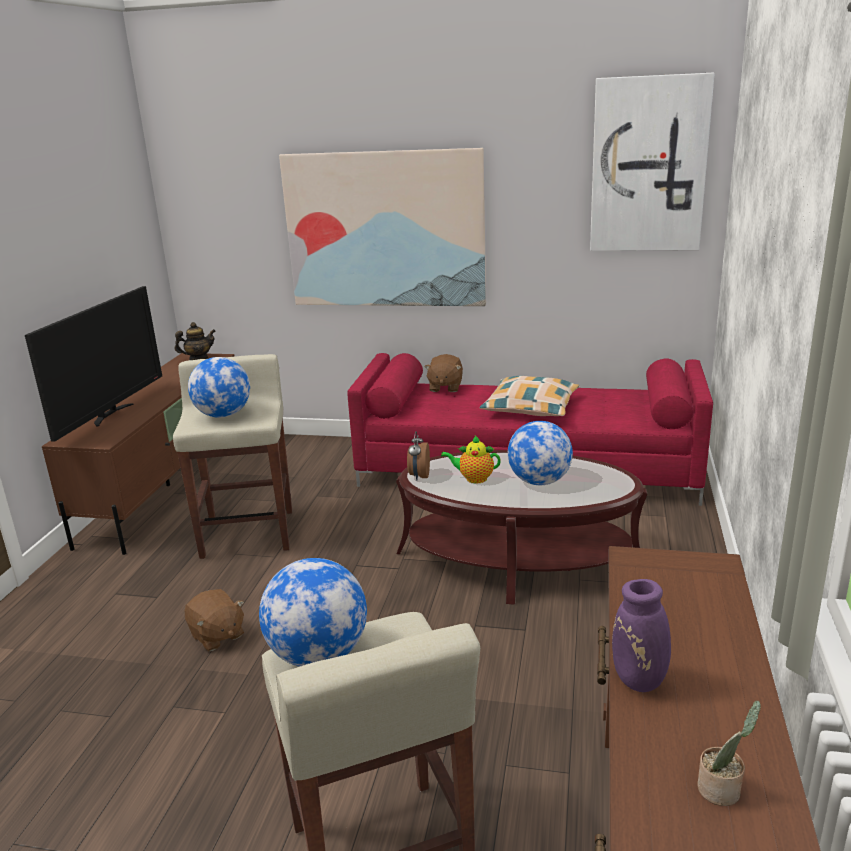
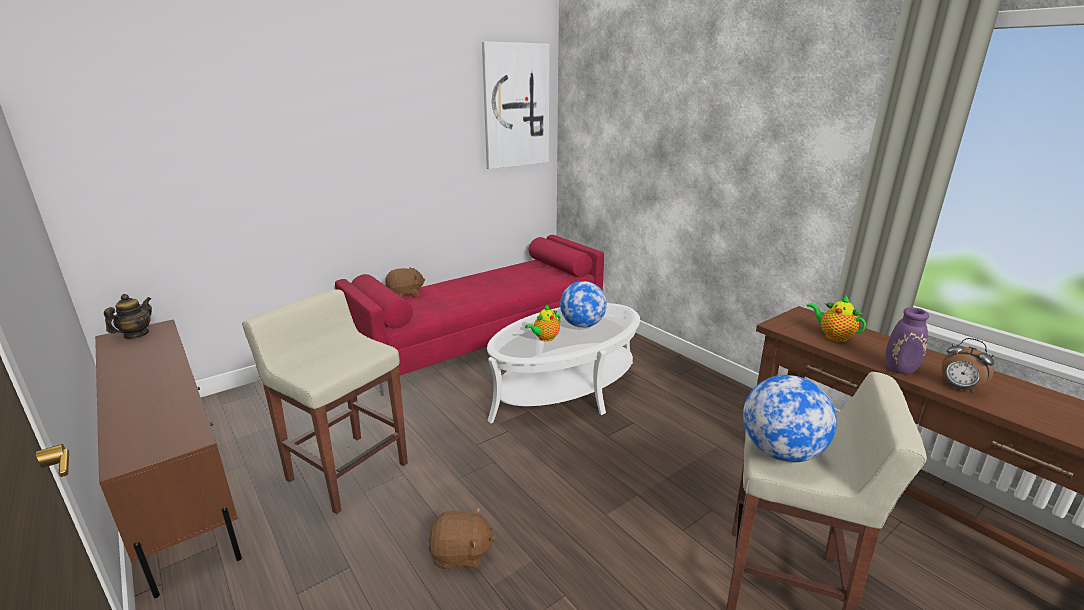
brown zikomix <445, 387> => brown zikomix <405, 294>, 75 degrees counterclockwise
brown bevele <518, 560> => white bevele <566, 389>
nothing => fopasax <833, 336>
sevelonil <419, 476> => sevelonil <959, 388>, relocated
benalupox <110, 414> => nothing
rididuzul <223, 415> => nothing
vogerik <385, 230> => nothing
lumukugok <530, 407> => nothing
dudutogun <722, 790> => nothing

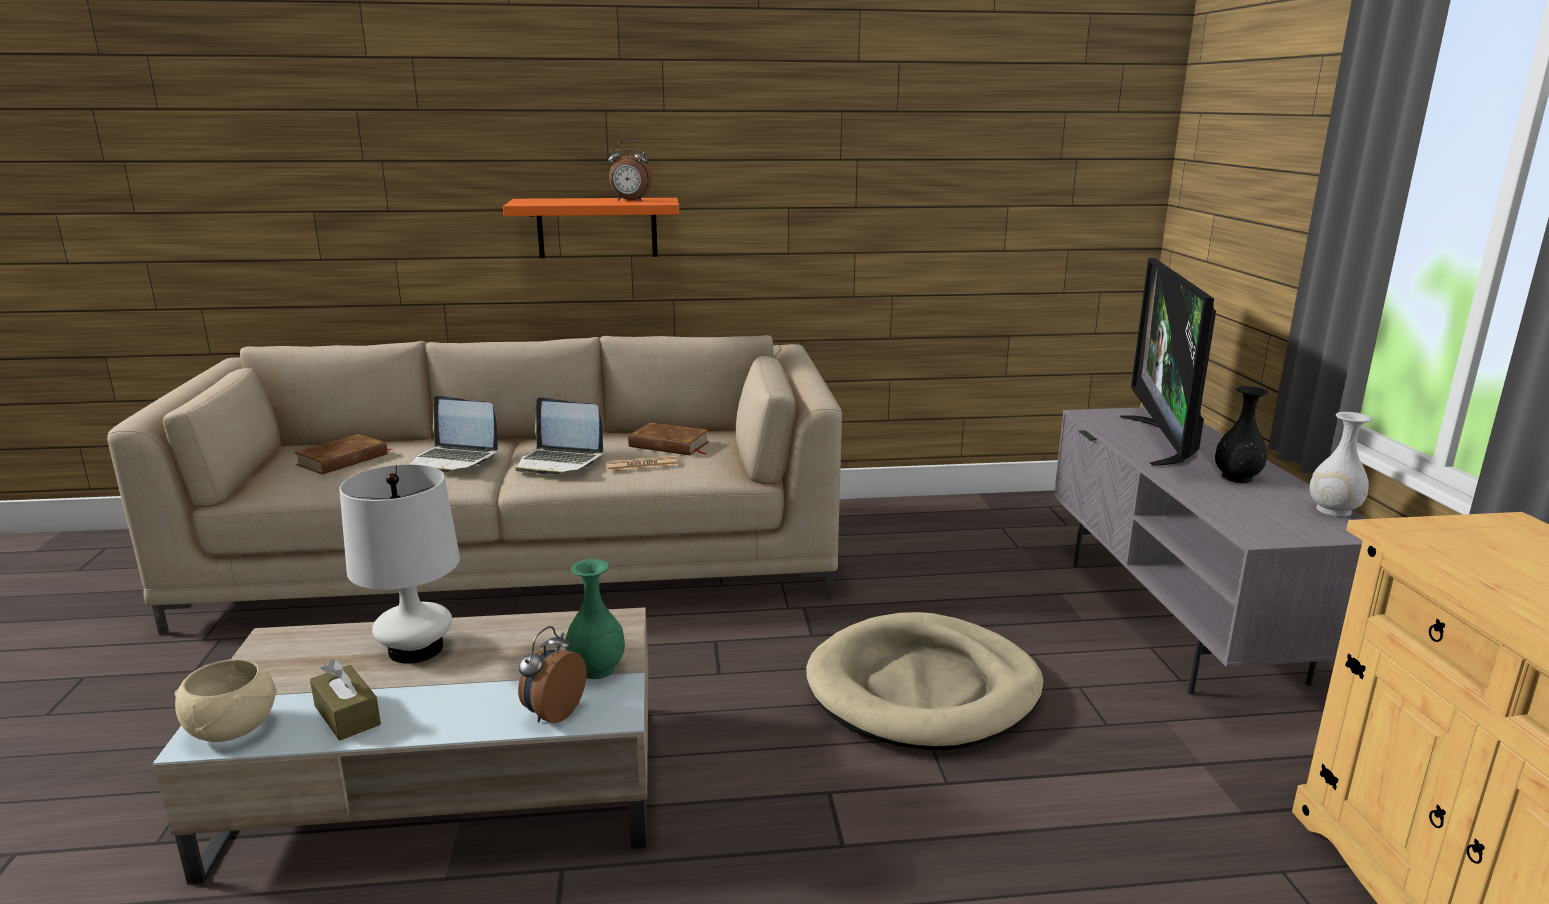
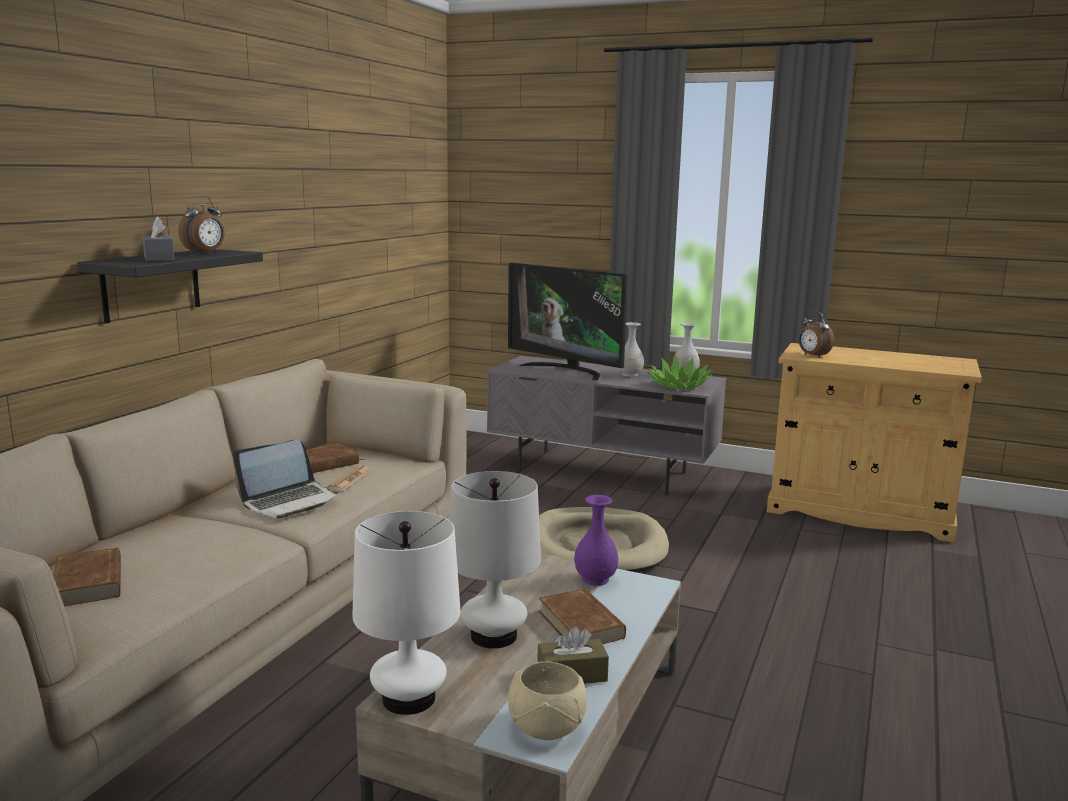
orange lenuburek <597, 227> => black lenuburek <151, 284>
nothing => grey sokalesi <159, 258>
nothing => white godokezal <408, 698>
nothing => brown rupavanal <581, 624>
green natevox <597, 669> => purple natevox <596, 579>
black natevox <1236, 477> => white natevox <629, 375>
nothing => dudutogun <678, 386>
sevelonil <552, 713> => sevelonil <812, 356>, relocated
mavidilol <454, 460> => nothing

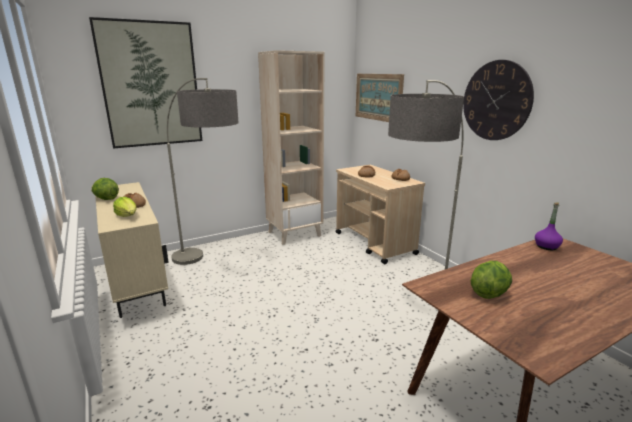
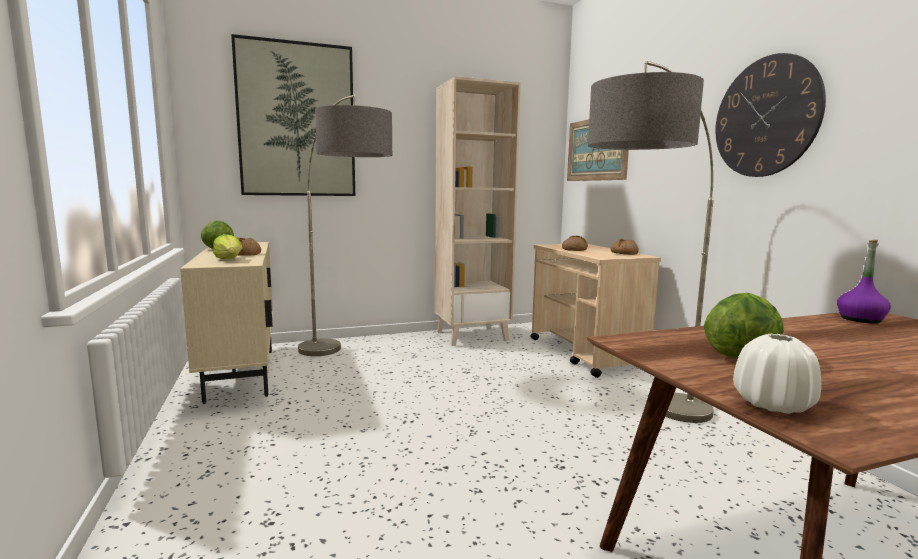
nothing => white natevox <772, 404>

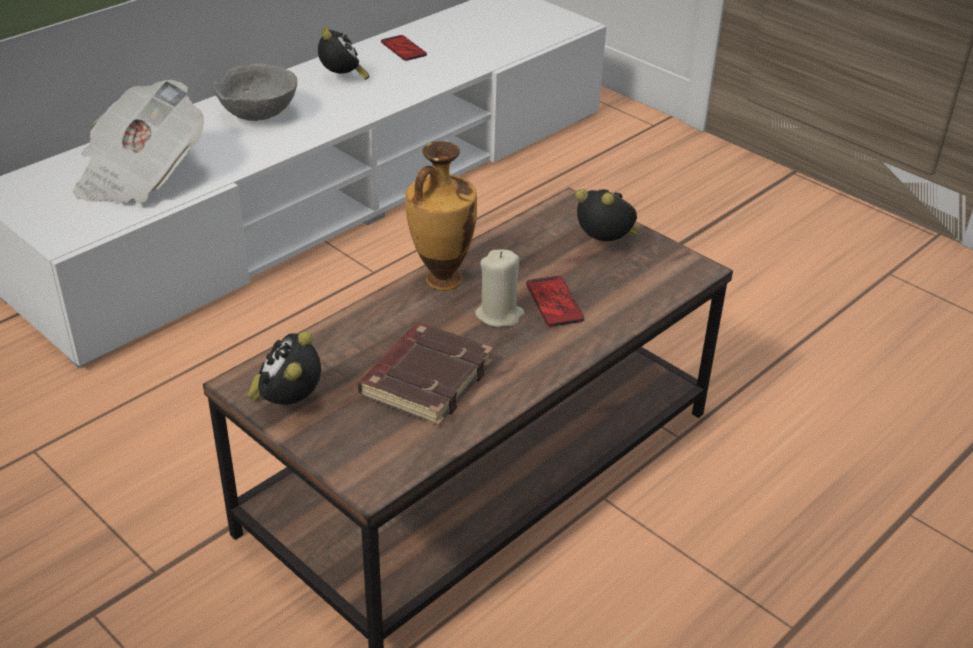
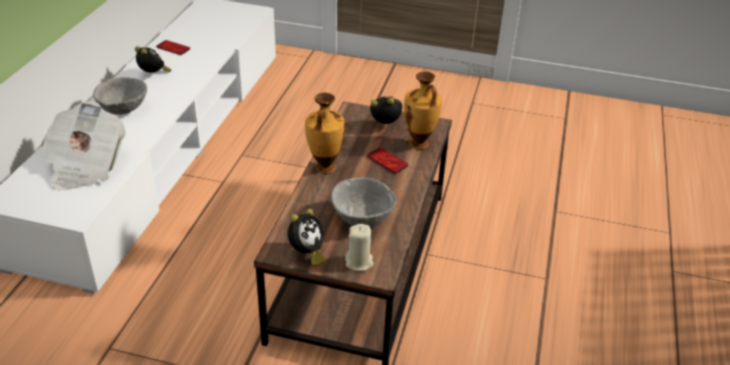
sevelonil <288, 402> => sevelonil <306, 254>, 120 degrees counterclockwise
brown rupavanal <425, 379> => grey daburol <361, 218>
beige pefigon <499, 315> => beige pefigon <359, 262>, relocated
nothing => natevox <419, 144>

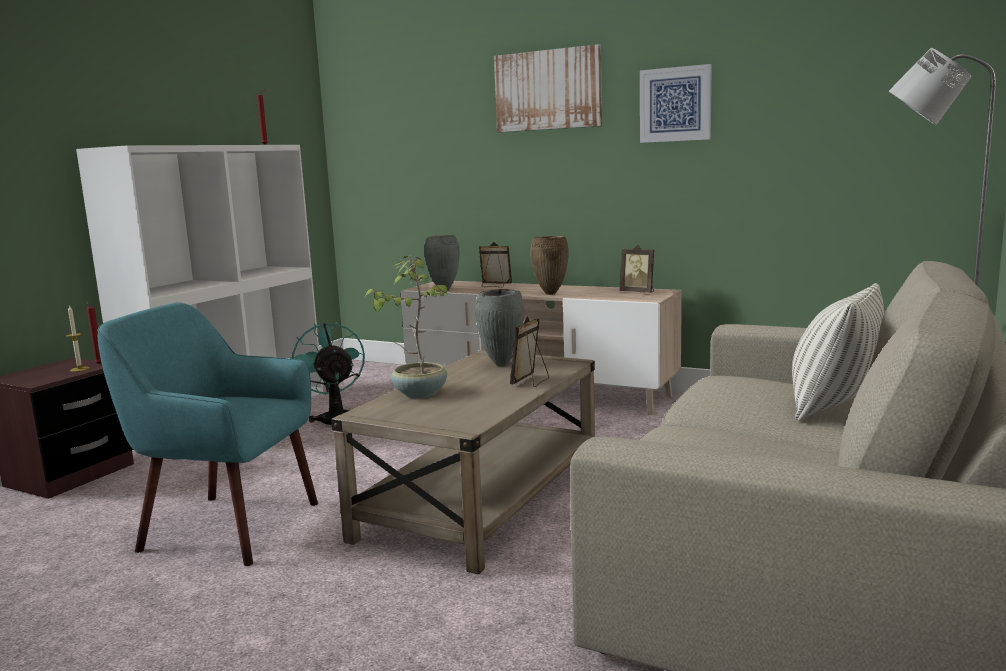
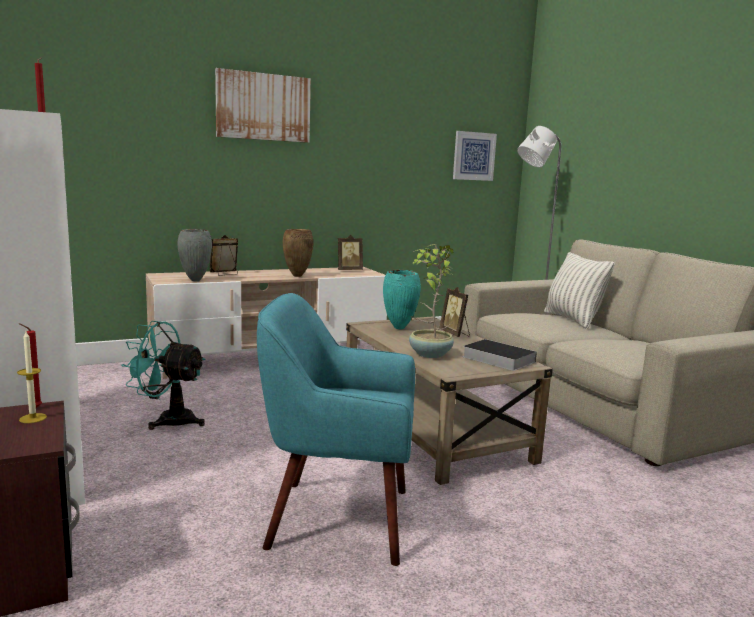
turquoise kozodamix <228, 527> => turquoise kozodamix <337, 518>, 45 degrees clockwise
grey natevox <501, 365> => turquoise natevox <400, 328>
vogerik <675, 104> => vogerik <473, 156>, relocated
nothing => rupavanal <496, 359>

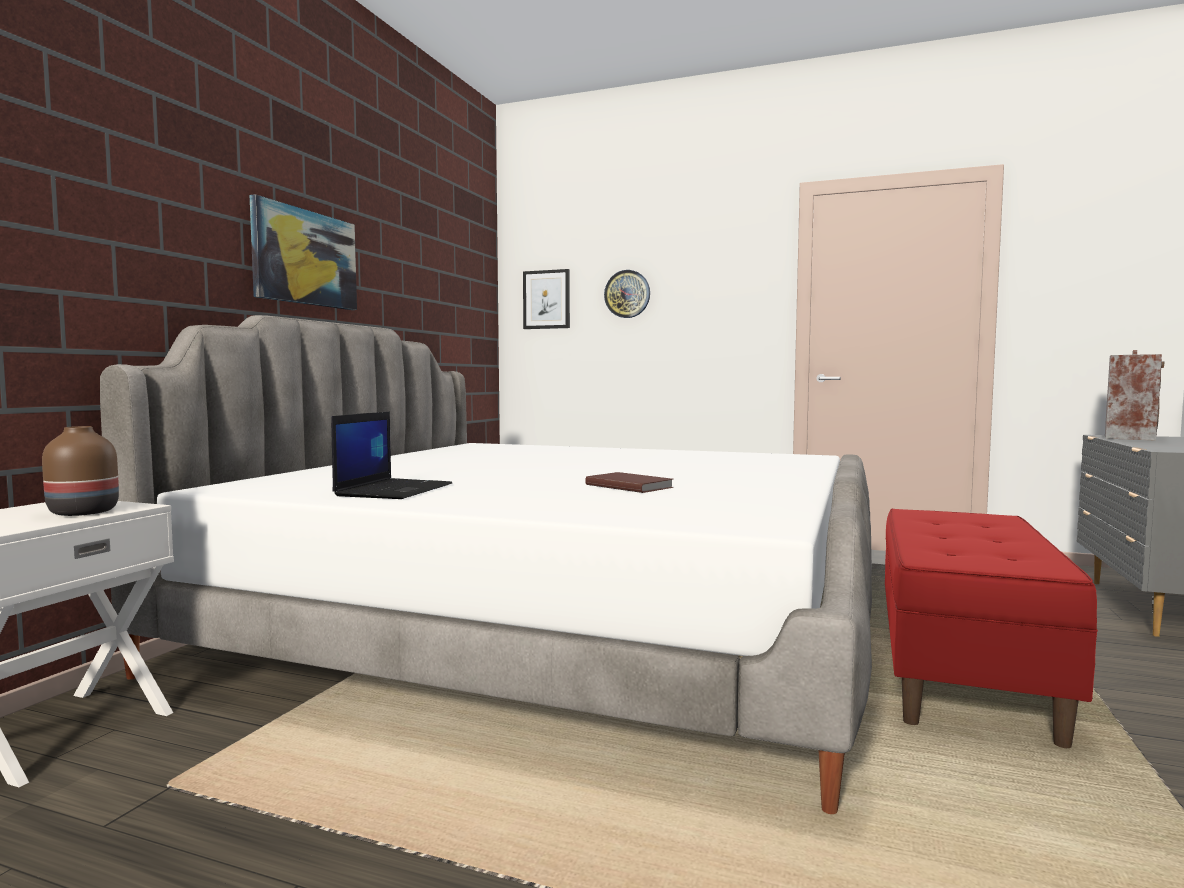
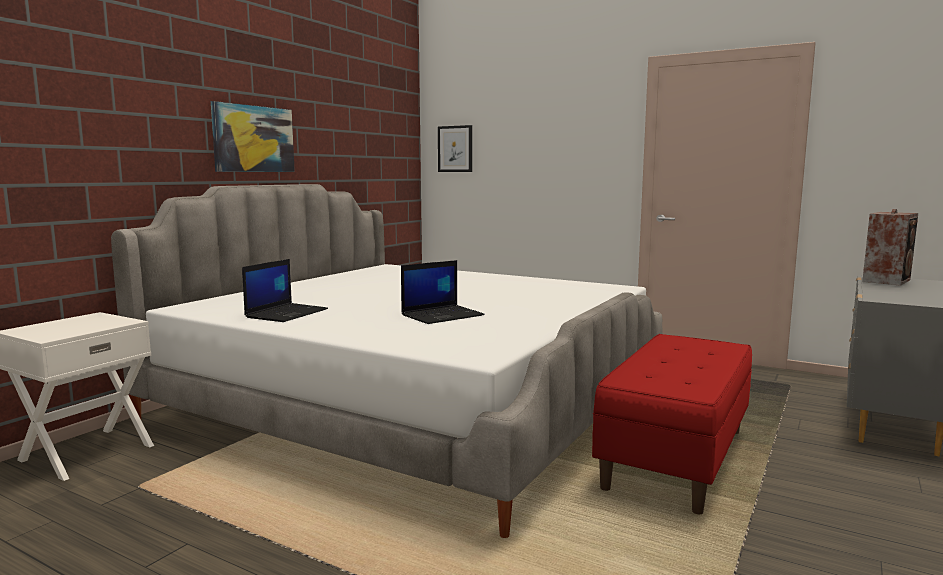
brown rupavanal <629, 486> => mavidilol <442, 315>
brown natevox <81, 512> => nothing
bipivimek <627, 294> => nothing

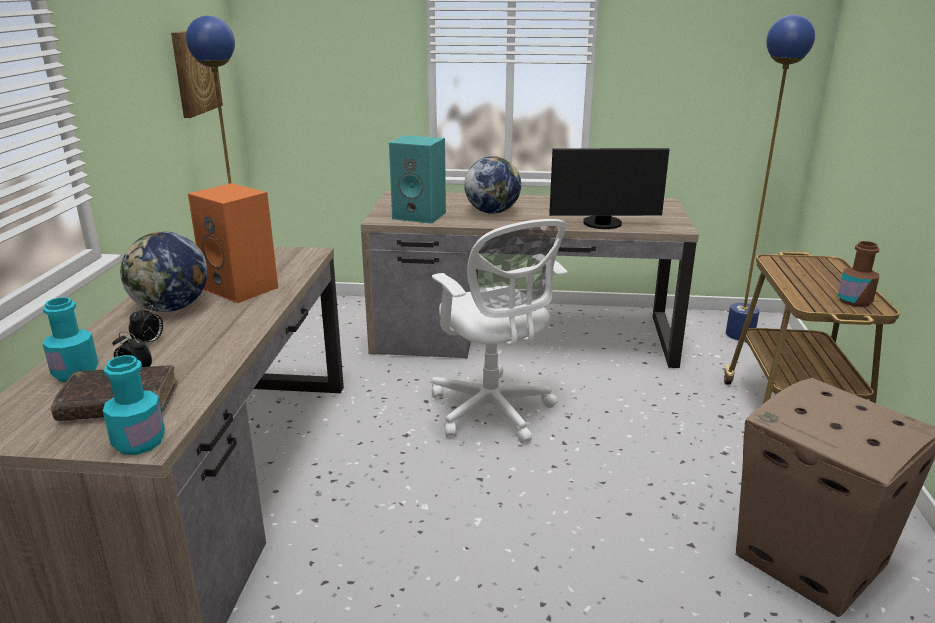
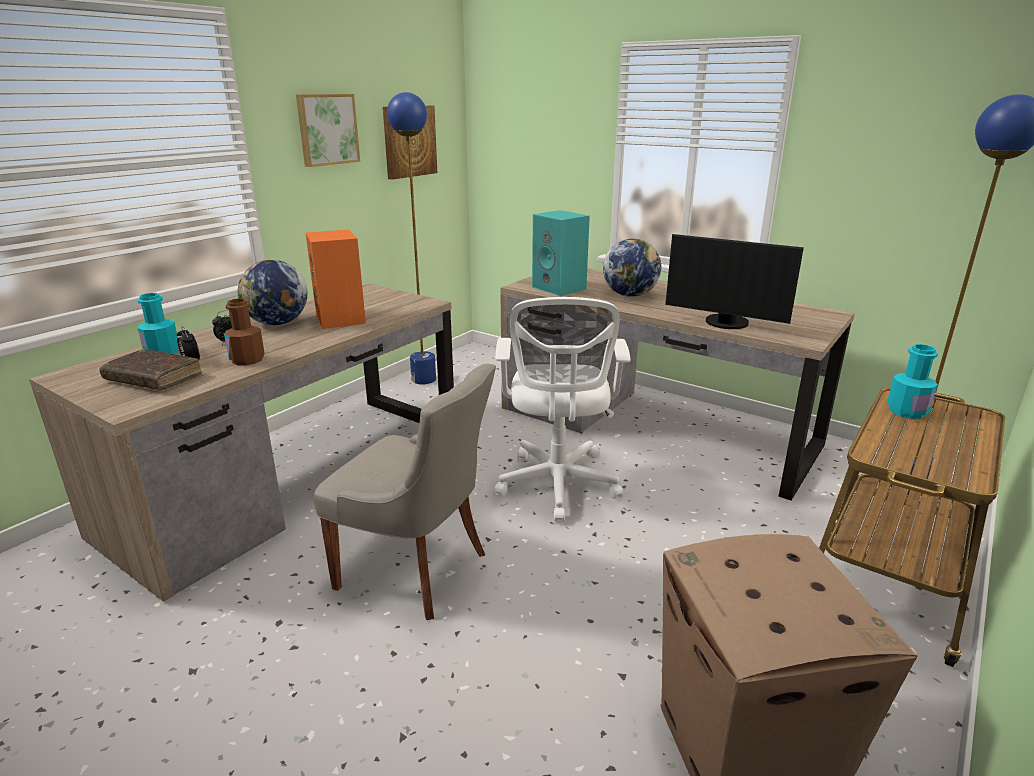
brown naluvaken <854, 301> => brown naluvaken <247, 360>, relocated
nothing => vogerik <327, 129>
nothing => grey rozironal <416, 570>
turquoise naluvaken <139, 442> => turquoise naluvaken <907, 411>, relocated

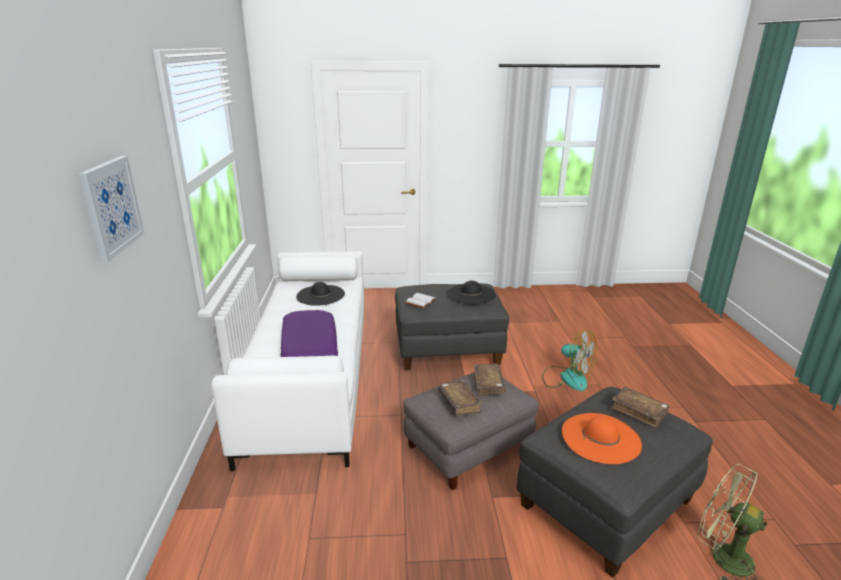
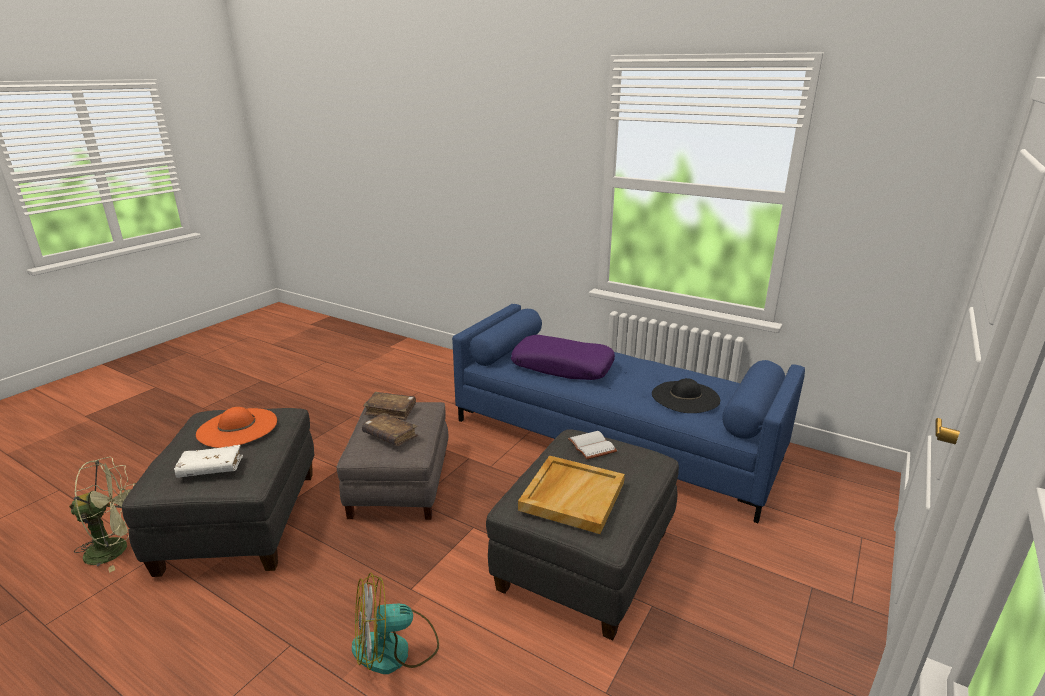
brown rupavanal <638, 412> => white rupavanal <211, 469>
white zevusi <310, 375> => blue zevusi <614, 438>
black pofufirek <470, 294> => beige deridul <572, 495>
vogerik <111, 206> => nothing

